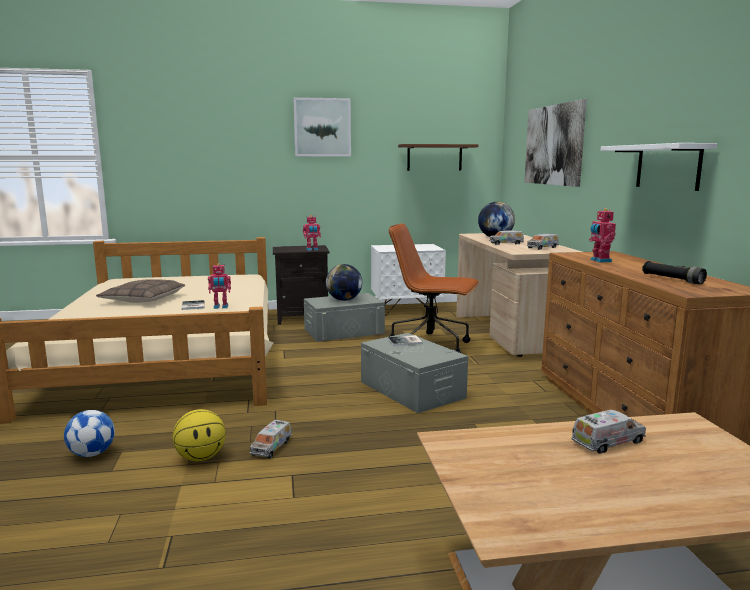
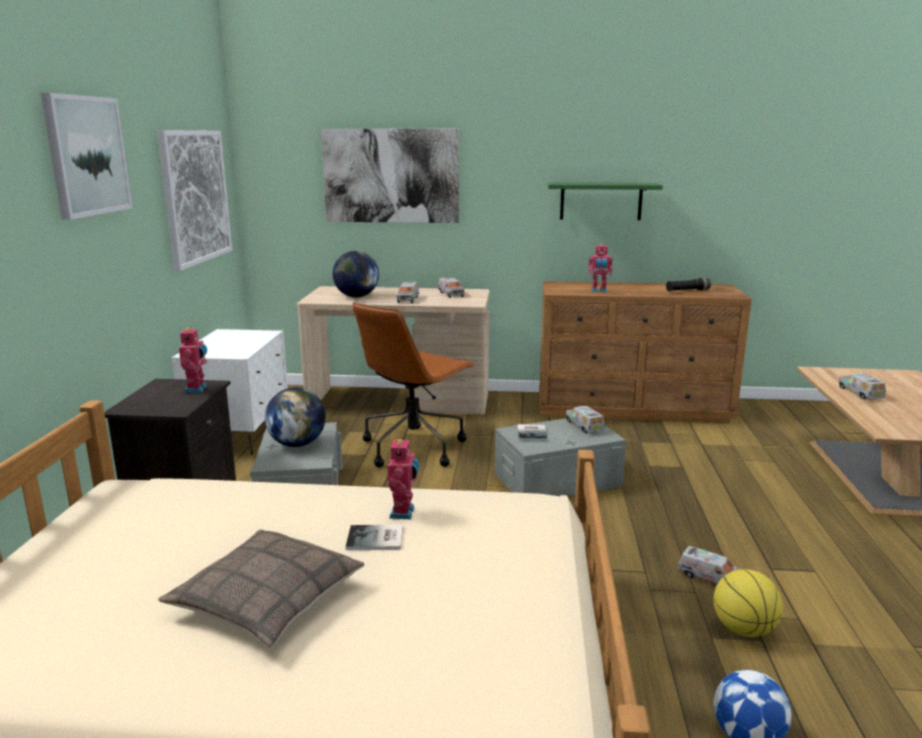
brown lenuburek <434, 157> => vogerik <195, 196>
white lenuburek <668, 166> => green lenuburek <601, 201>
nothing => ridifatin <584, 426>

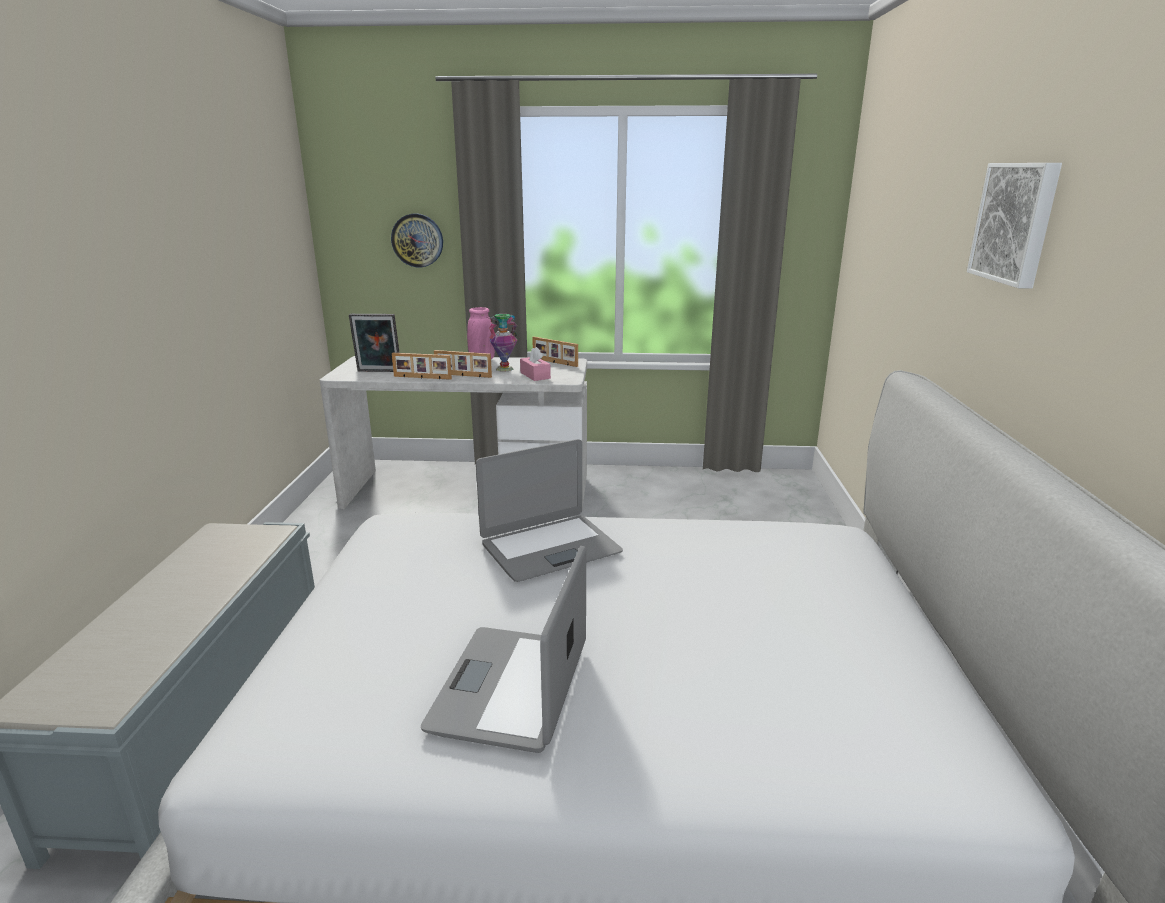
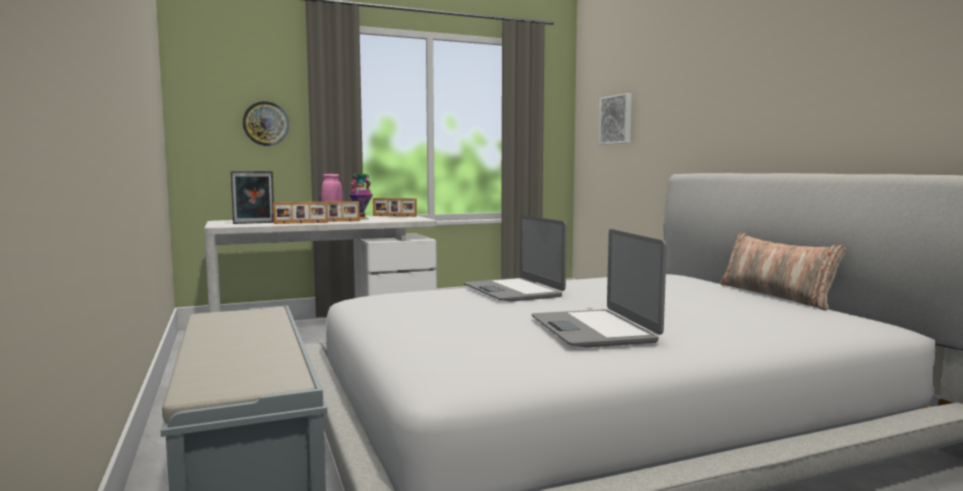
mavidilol <550, 548> => mavidilol <513, 291>, 120 degrees clockwise
vogerik <1016, 223> => vogerik <617, 120>, relocated
nothing => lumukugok <776, 295>
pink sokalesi <535, 375> => nothing

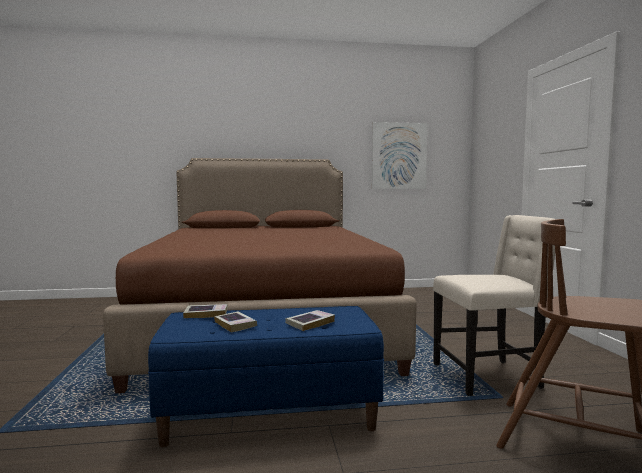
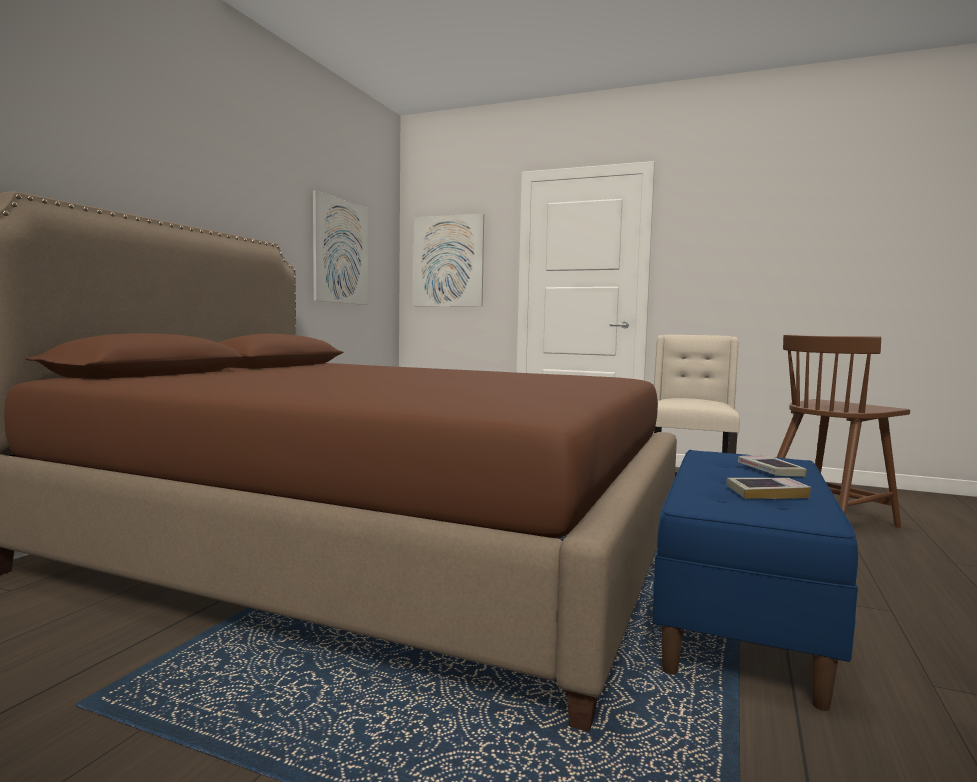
nothing => vogerik <448, 261>
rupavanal <206, 314> => nothing

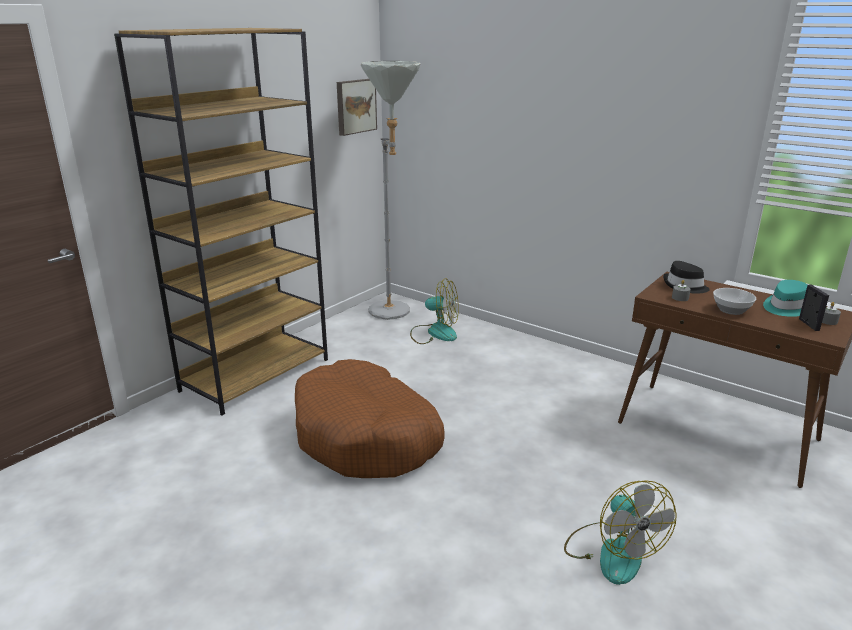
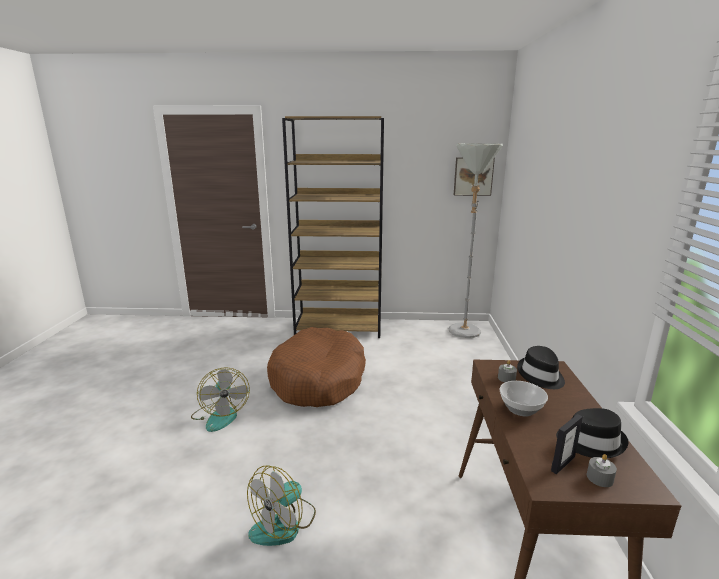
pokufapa <434, 333> => pokufapa <220, 415>, relocated
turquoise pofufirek <785, 307> => black pofufirek <590, 441>

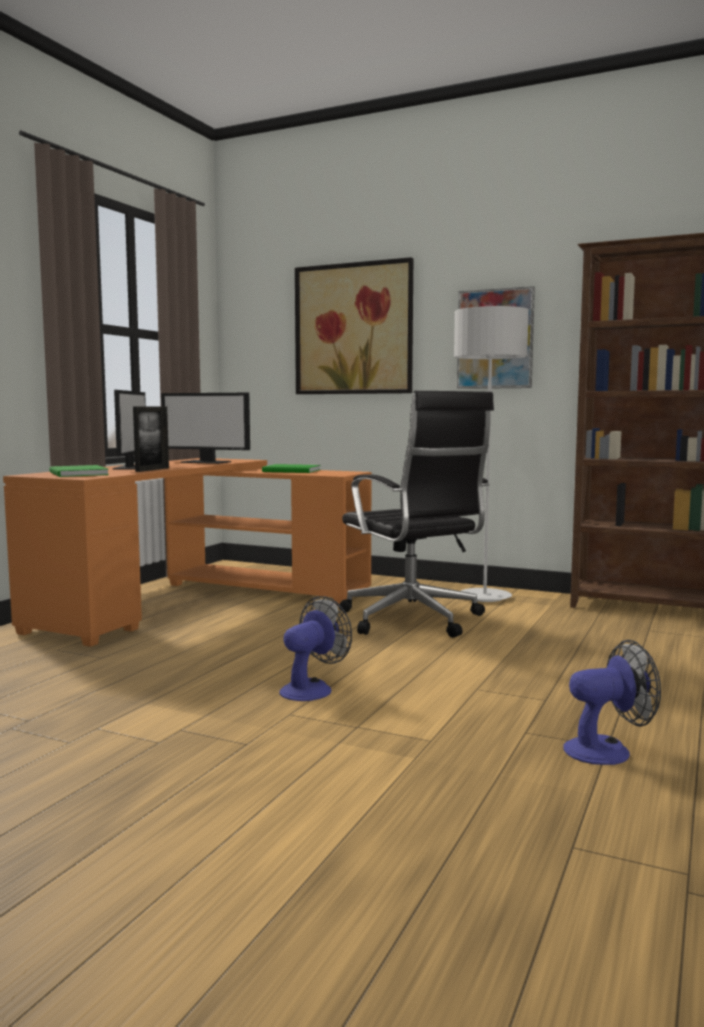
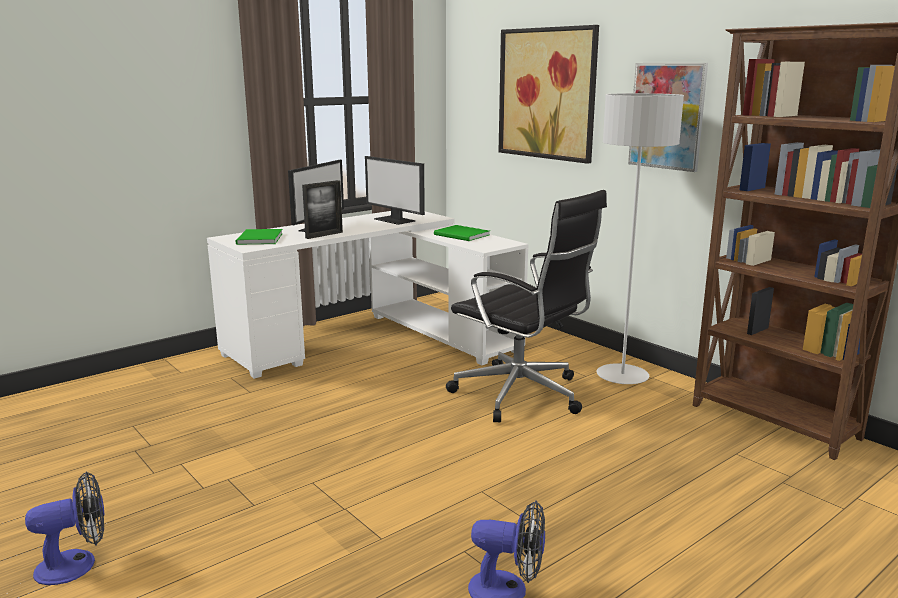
pokufapa <312, 688> => pokufapa <76, 564>, relocated
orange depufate <198, 601> => white depufate <376, 340>
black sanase <413, 620> => black sanase <522, 395>, 45 degrees counterclockwise

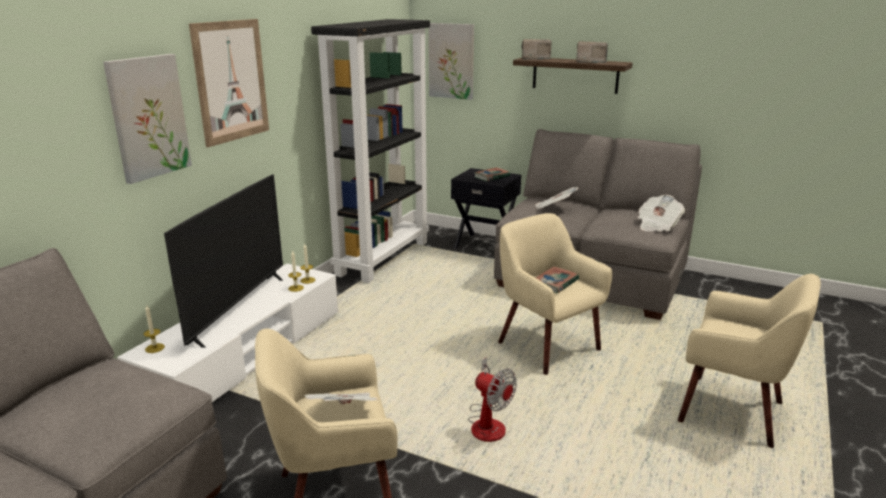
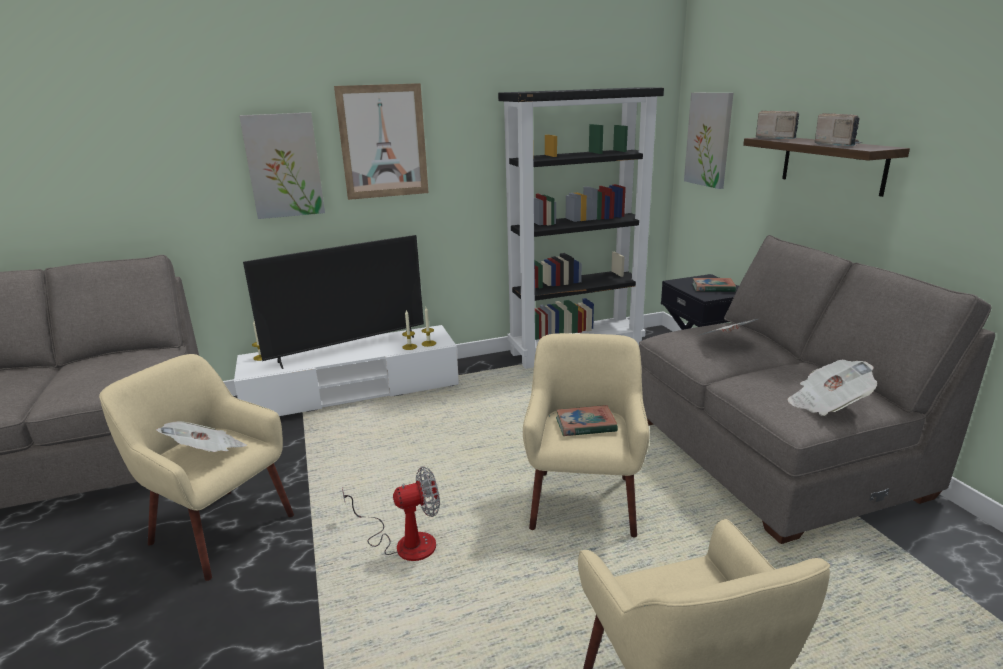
pokufapa <488, 423> => pokufapa <404, 542>, 105 degrees counterclockwise

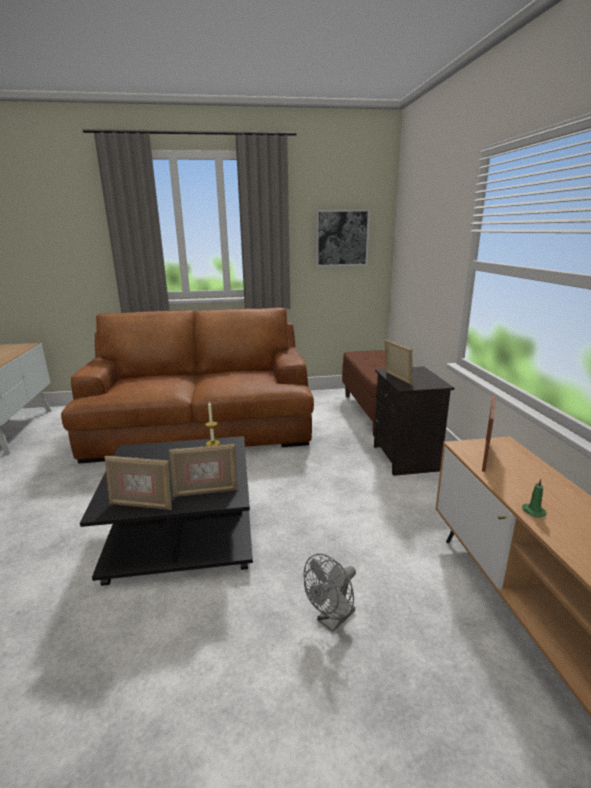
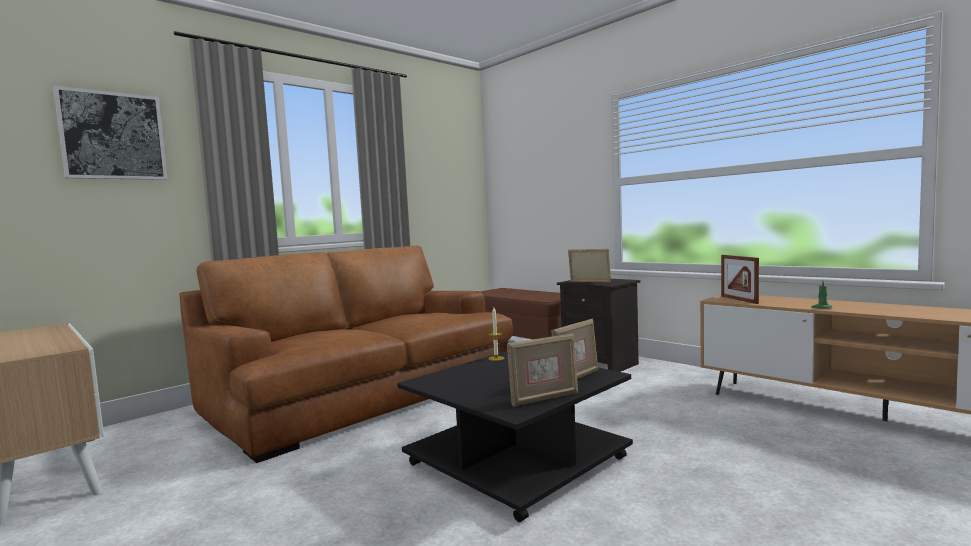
vogerik <341, 238> => vogerik <113, 136>, relocated
grey pokufapa <332, 620> => nothing

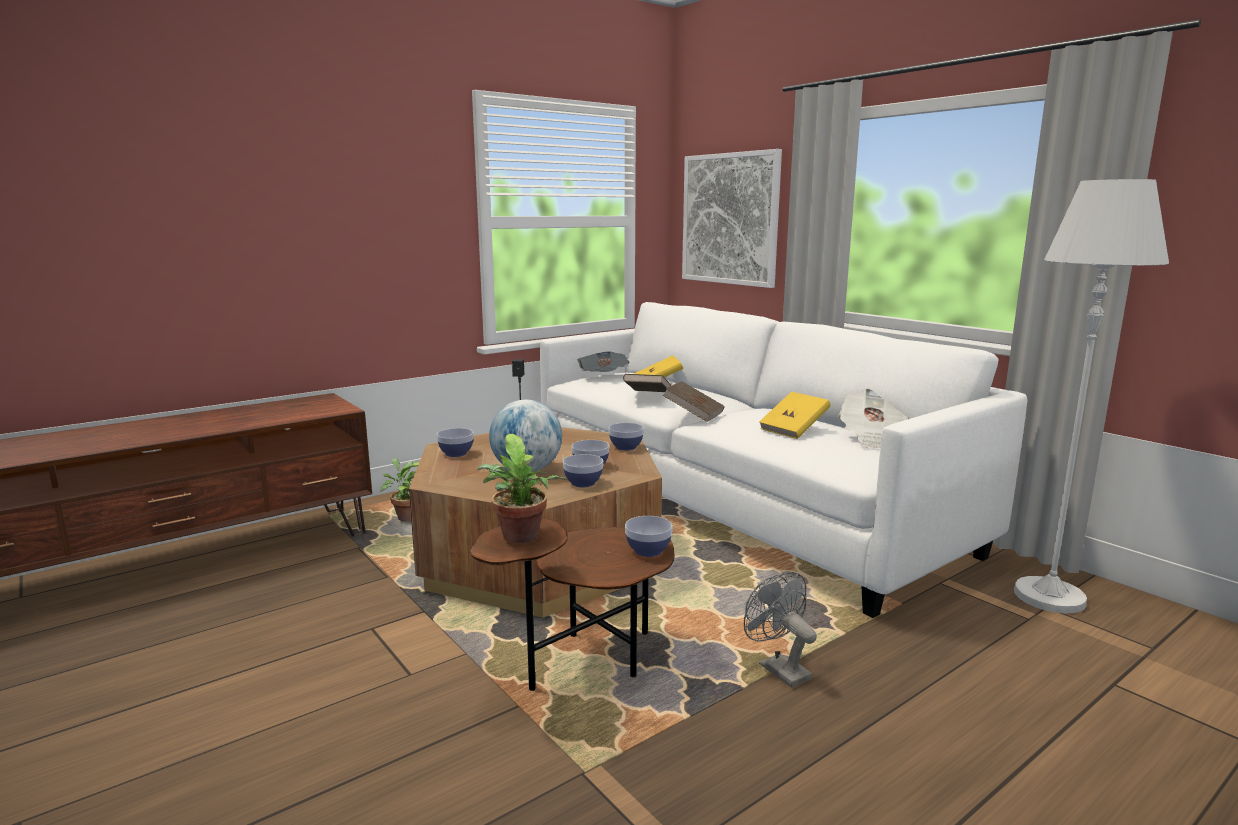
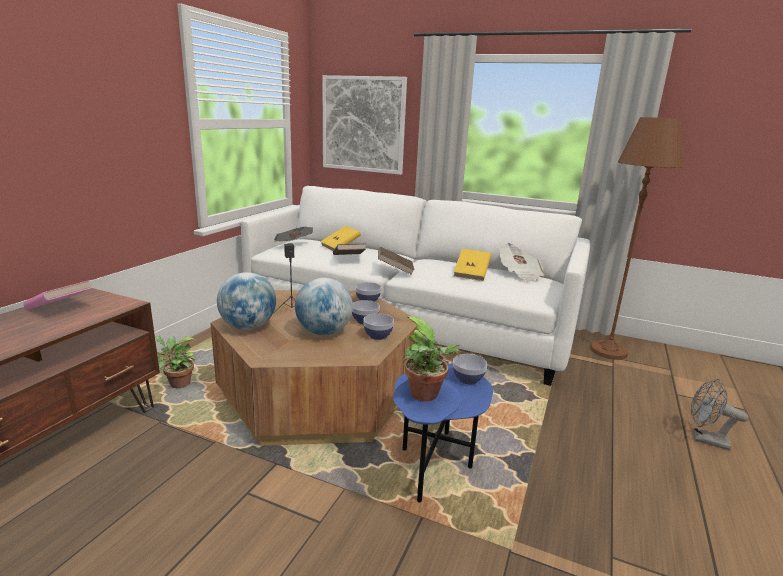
nothing => pink rupavanal <60, 308>
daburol <456, 453> => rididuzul <248, 327>
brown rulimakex <586, 664> => blue rulimakex <433, 469>
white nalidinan <1049, 597> => brown nalidinan <608, 351>
grey pokufapa <778, 668> => grey pokufapa <705, 439>, relocated

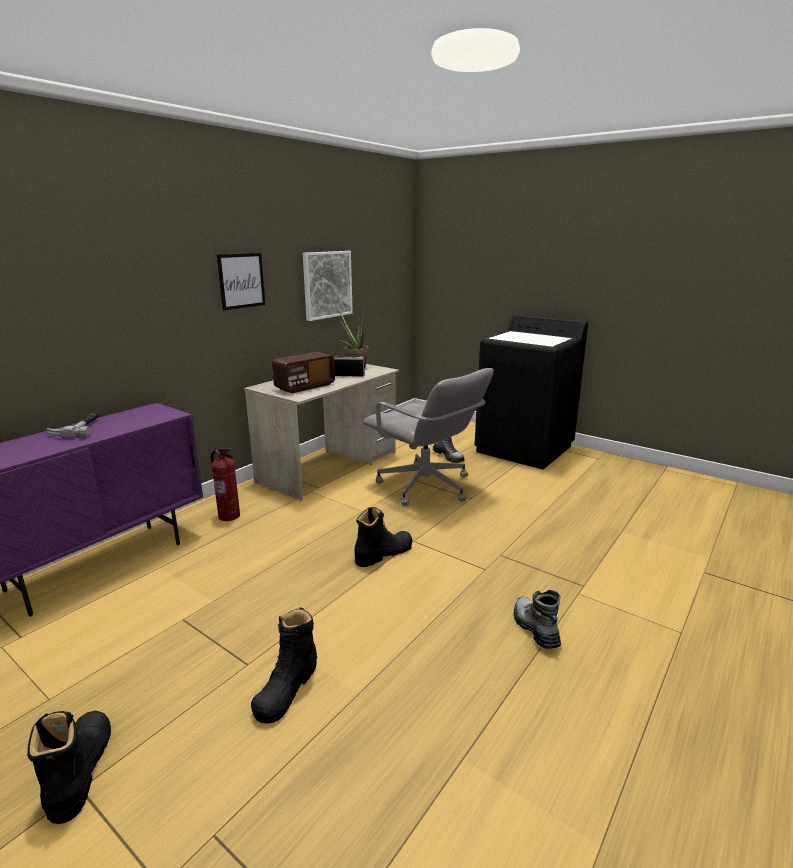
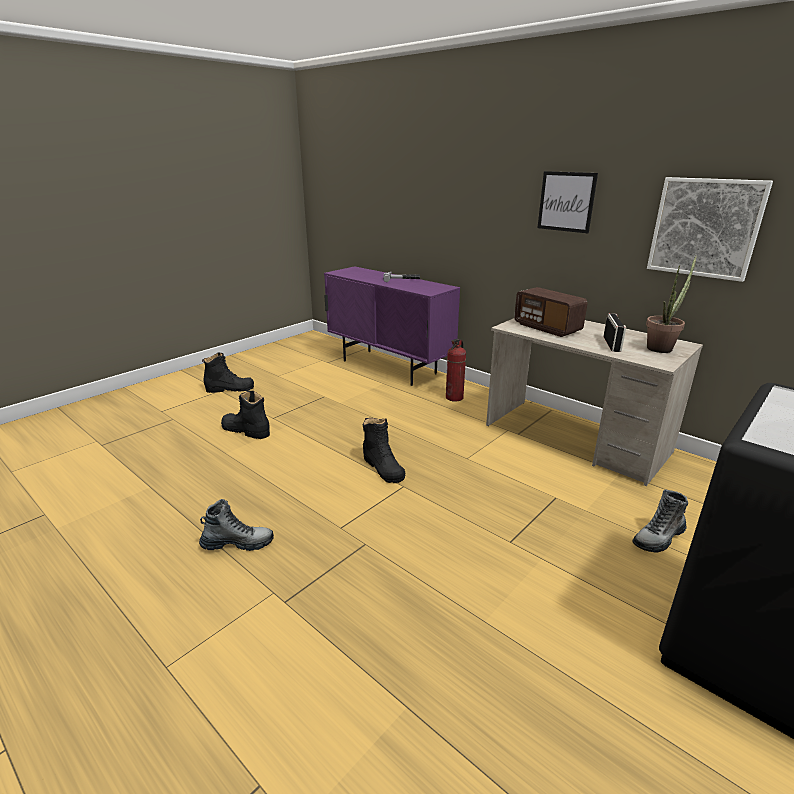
grey sanase <425, 487> => nothing

